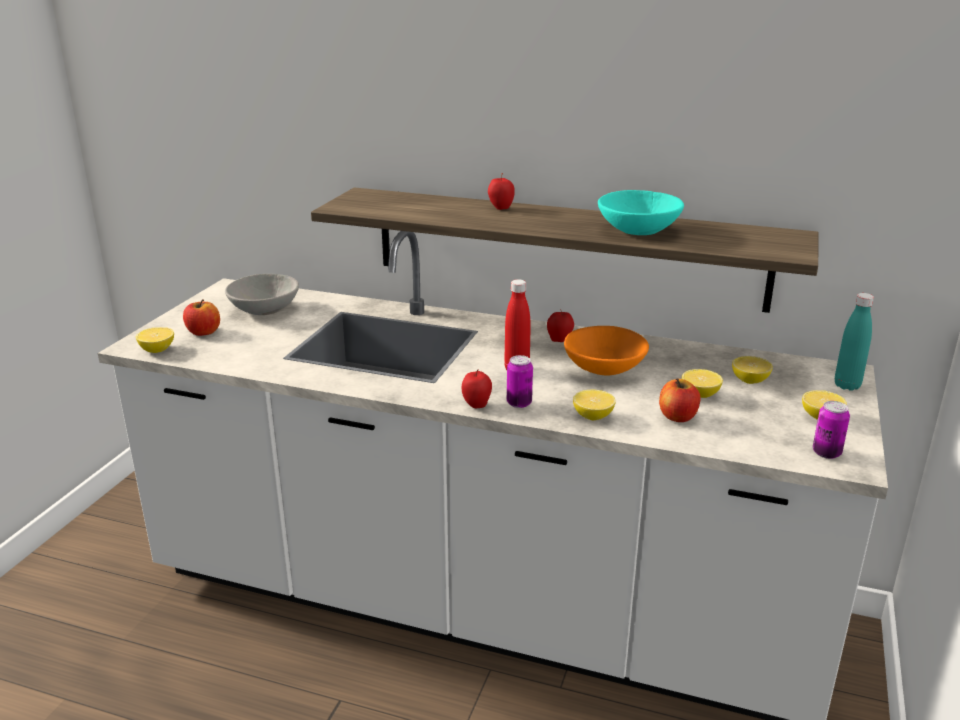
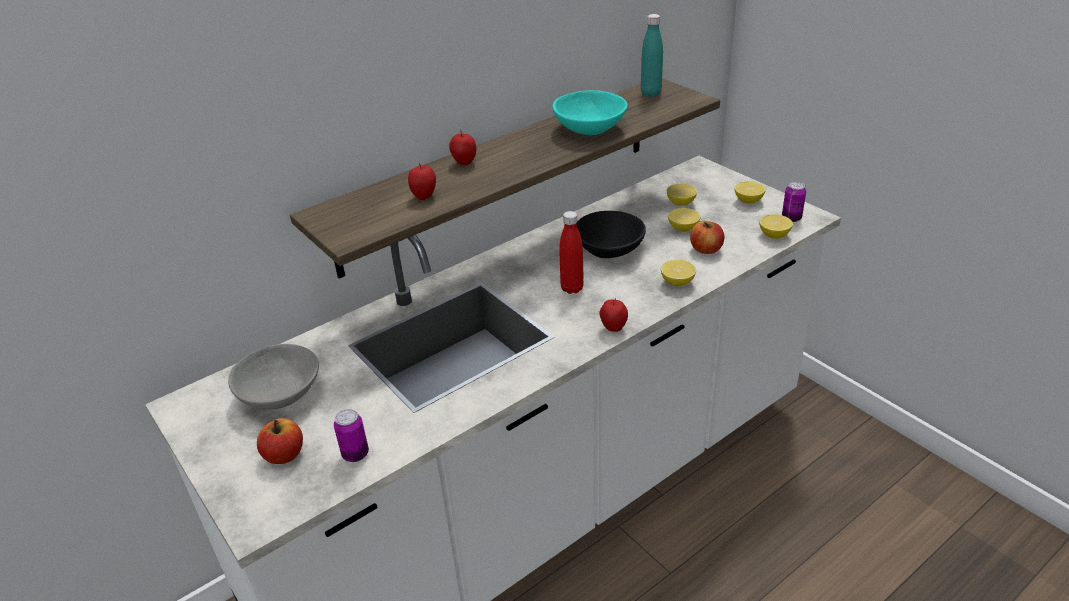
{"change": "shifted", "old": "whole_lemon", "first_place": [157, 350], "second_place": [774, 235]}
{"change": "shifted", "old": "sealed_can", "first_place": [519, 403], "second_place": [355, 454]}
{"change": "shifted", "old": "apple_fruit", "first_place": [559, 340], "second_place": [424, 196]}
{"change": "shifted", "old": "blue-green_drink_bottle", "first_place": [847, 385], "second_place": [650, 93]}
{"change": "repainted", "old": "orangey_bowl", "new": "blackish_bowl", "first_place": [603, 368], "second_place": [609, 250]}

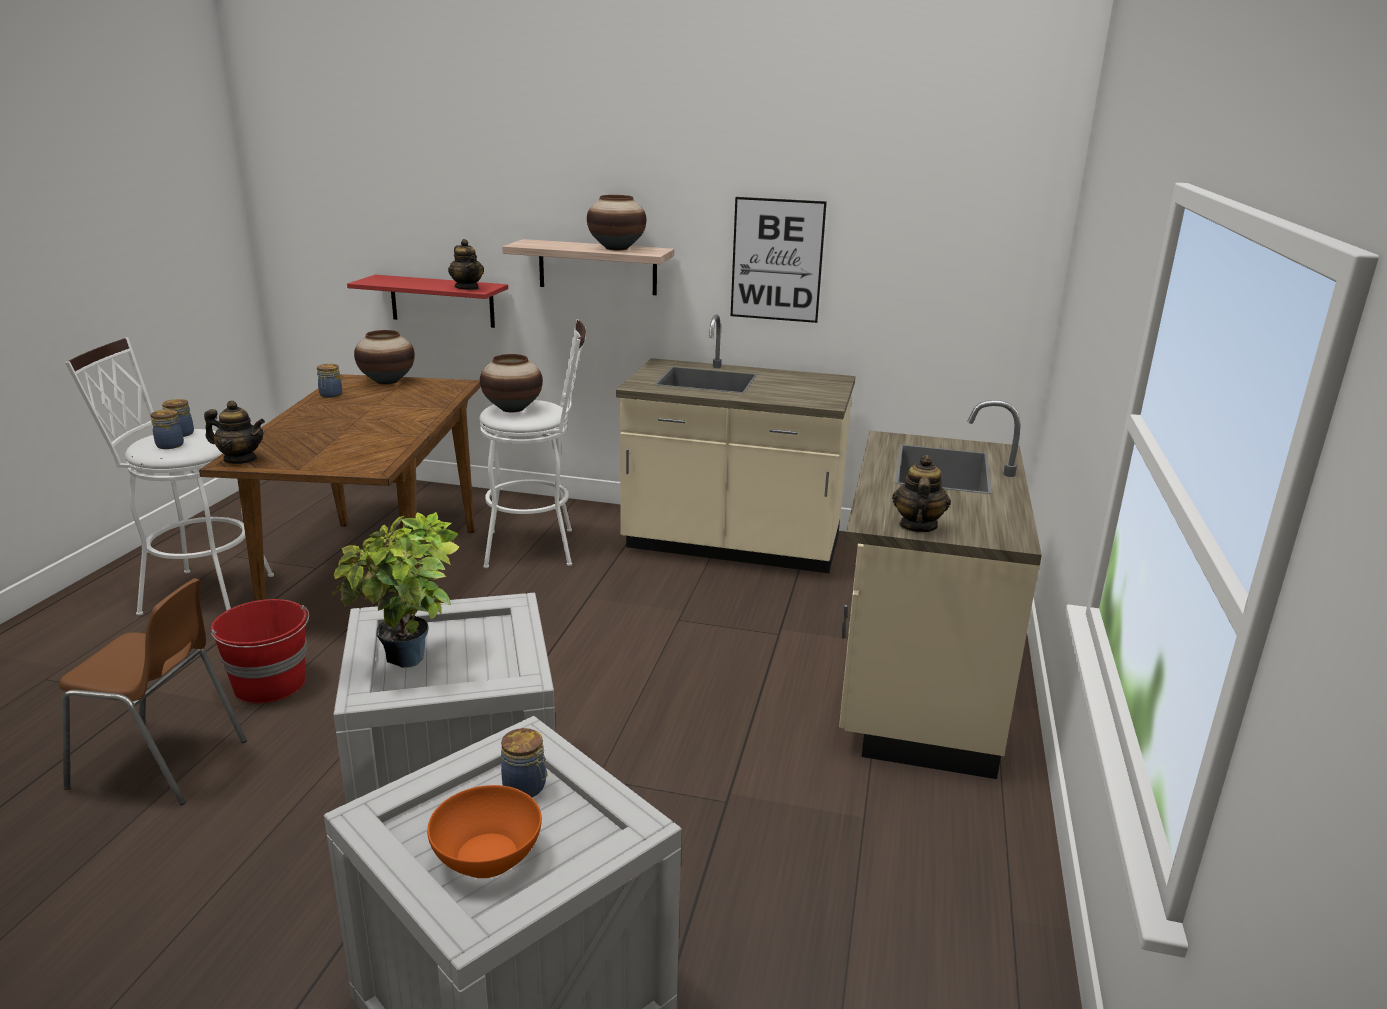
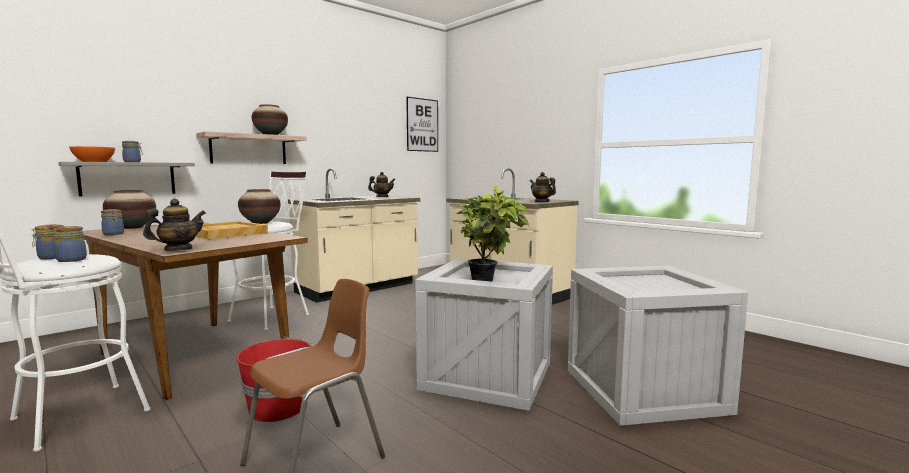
{"change": "new", "new": "beige-coloured_serving_tray", "second_place": [225, 233]}
{"change": "shifted", "old": "orangey_bowl", "first_place": [487, 856], "second_place": [94, 161]}
{"change": "shifted", "old": "teapot", "first_place": [467, 288], "second_place": [382, 197]}
{"change": "shifted", "old": "storage_jar", "first_place": [526, 788], "second_place": [133, 162]}
{"change": "shifted", "old": "wall_picture", "first_place": [777, 260], "second_place": [422, 125]}
{"change": "repainted", "old": "red_shelf", "new": "gray_shelf", "first_place": [442, 301], "second_place": [128, 178]}

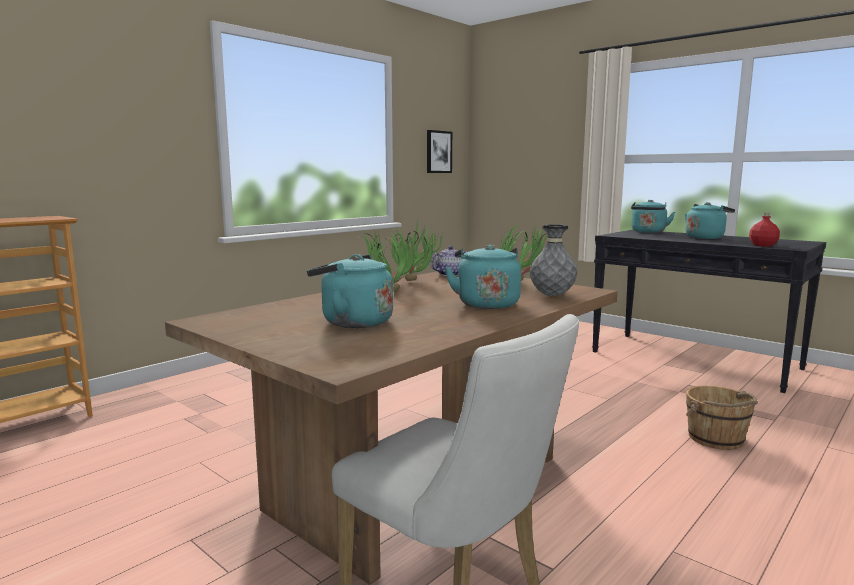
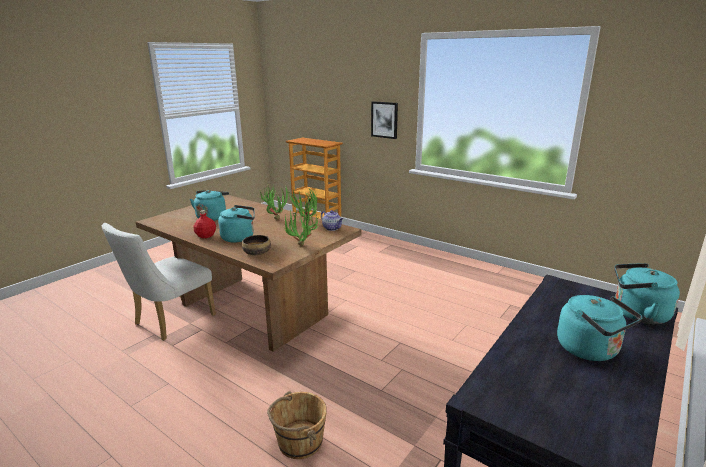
{"change": "shifted", "old": "wall_picture", "first_place": [438, 152], "second_place": [384, 120]}
{"change": "shifted", "old": "red_drink_bottle", "first_place": [763, 245], "second_place": [205, 236]}
{"change": "swapped", "old": "gray_vase", "new": "bowl", "first_place": [552, 295], "second_place": [257, 253]}

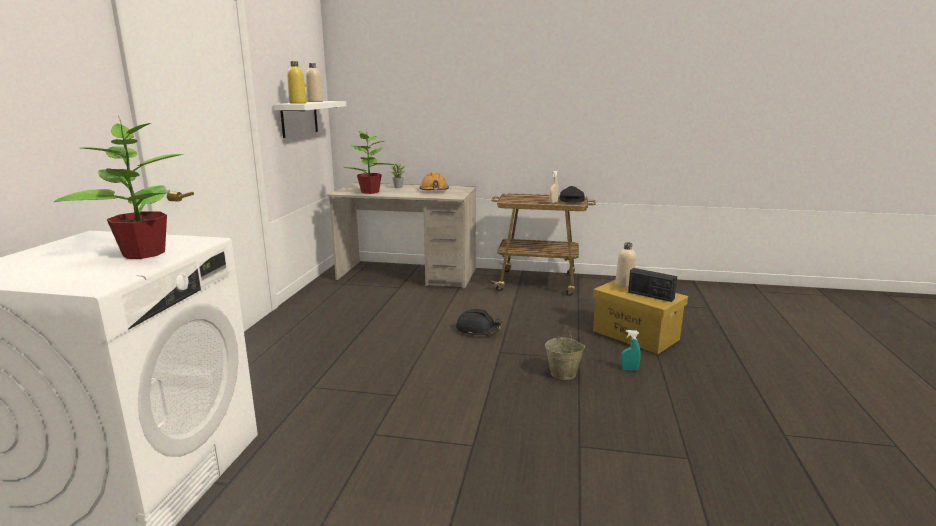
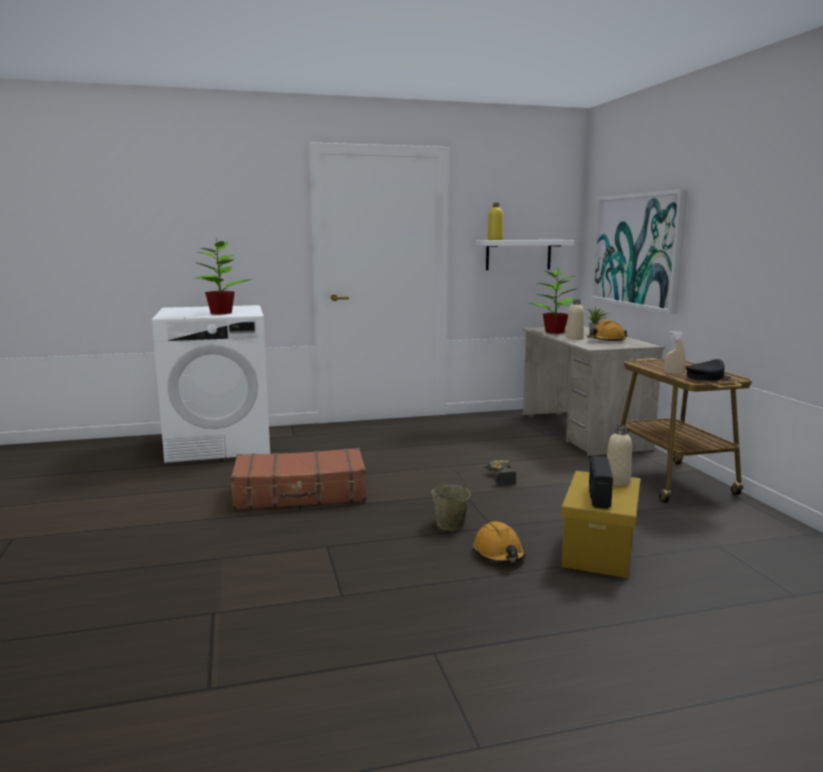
{"change": "new", "new": "brownish_travel_case", "second_place": [300, 493]}
{"change": "new", "new": "wall_picture", "second_place": [636, 250]}
{"change": "shifted", "old": "beige-coloured_drink_bottle", "first_place": [315, 101], "second_place": [574, 338]}
{"change": "swapped", "old": "blackish_work_helmet", "new": "drill", "first_place": [478, 330], "second_place": [497, 478]}
{"change": "swapped", "old": "blue-green_spray_bottle", "new": "orangey_work_helmet", "first_place": [629, 369], "second_place": [499, 554]}

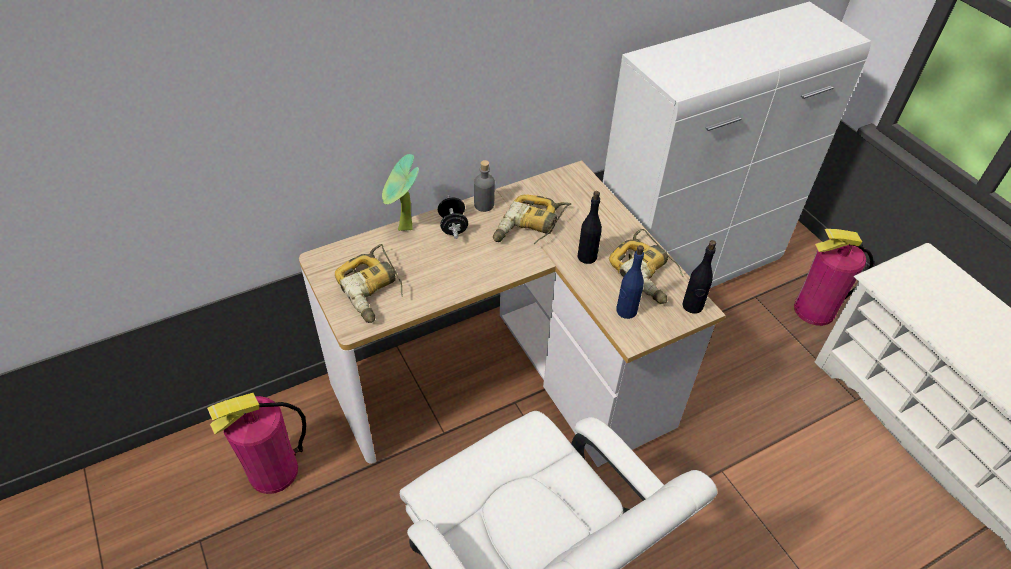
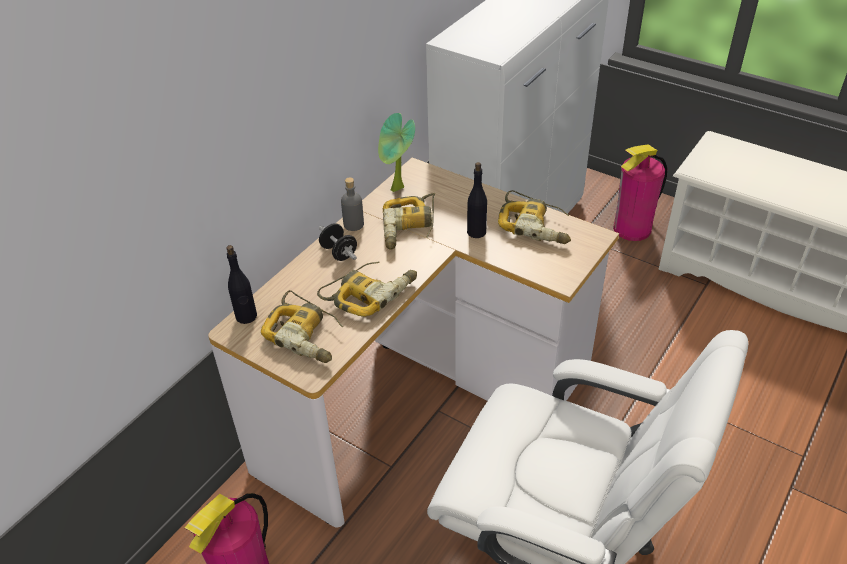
{"change": "gone", "old": "bluish_drink_bottle", "first_place": [626, 311]}
{"change": "new", "new": "drill", "second_place": [370, 293]}
{"change": "shifted", "old": "plant_in_a_pot", "first_place": [404, 230], "second_place": [397, 190]}
{"change": "shifted", "old": "blackish_drink_bottle", "first_place": [692, 306], "second_place": [246, 316]}

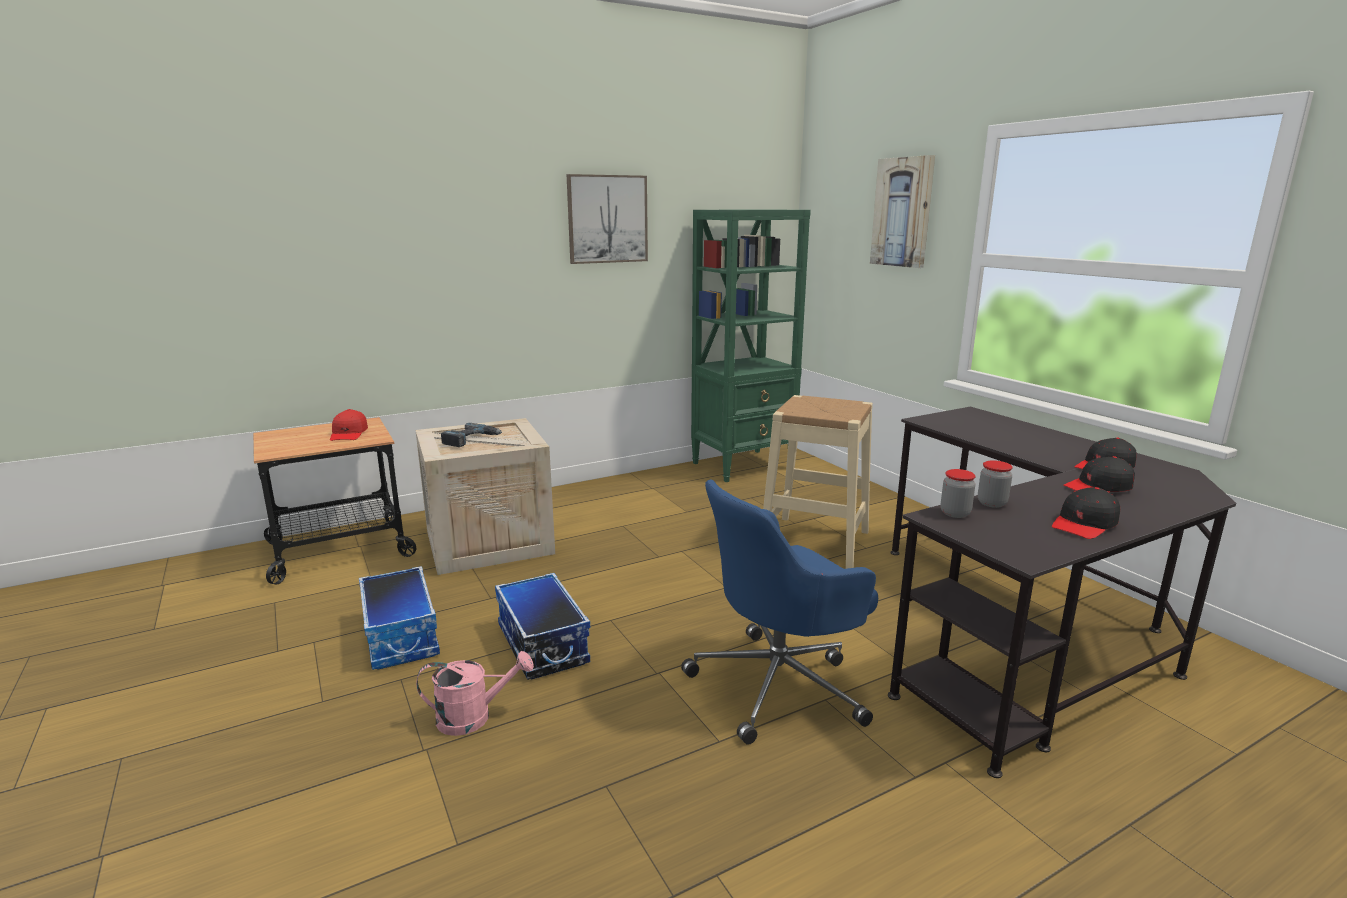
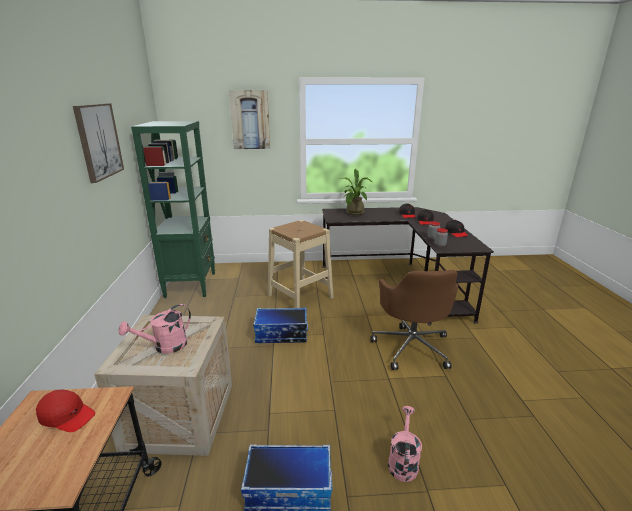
{"change": "new", "new": "plant_in_a_pot", "second_place": [354, 213]}
{"change": "shifted", "old": "storage_container", "first_place": [541, 644], "second_place": [281, 335]}
{"change": "swapped", "old": "drill", "new": "pink_sprinkling_can", "first_place": [471, 439], "second_place": [165, 347]}
{"change": "repainted", "old": "bluish_desk_chair", "new": "brownish_desk_chair", "first_place": [780, 684], "second_place": [412, 346]}

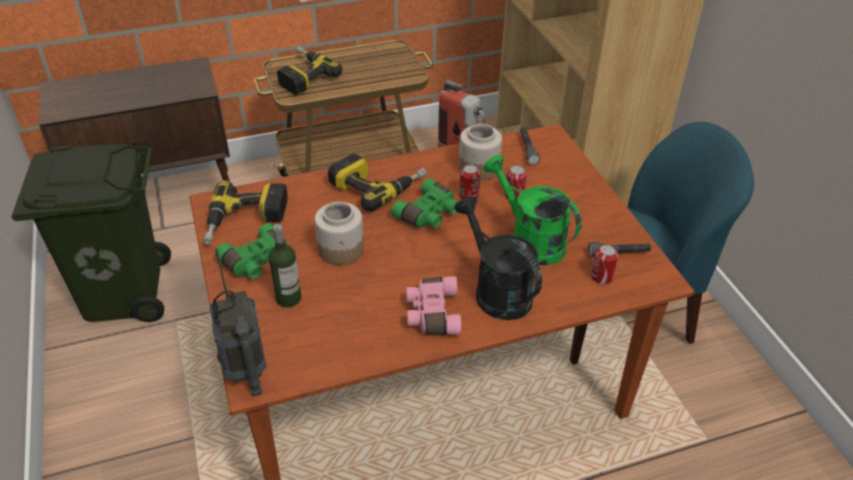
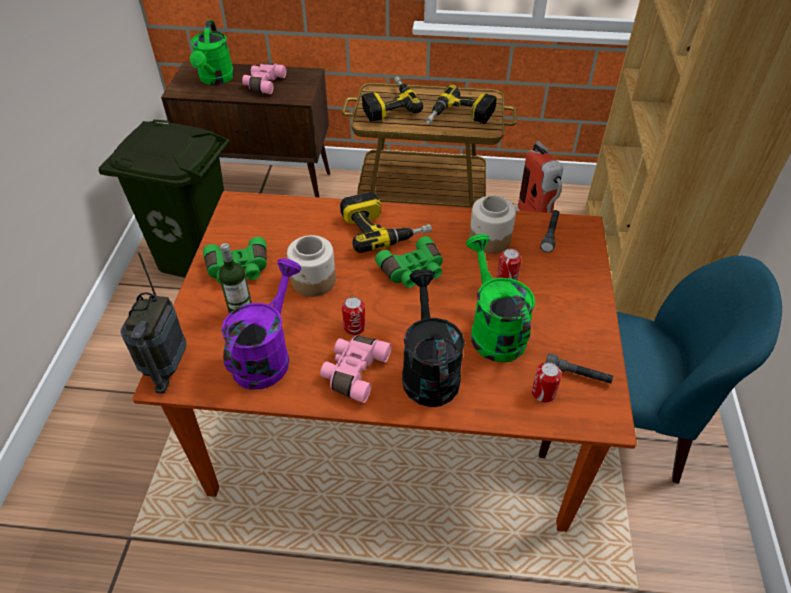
{"change": "new", "new": "greenish_sprinkling_can", "second_place": [215, 79]}
{"change": "new", "new": "purple_sprinkling_can", "second_place": [266, 355]}
{"change": "new", "new": "pink_field_glasses", "second_place": [263, 84]}
{"change": "shifted", "old": "drill", "first_place": [246, 222], "second_place": [459, 117]}
{"change": "shifted", "old": "sealed_can", "first_place": [468, 195], "second_place": [354, 327]}

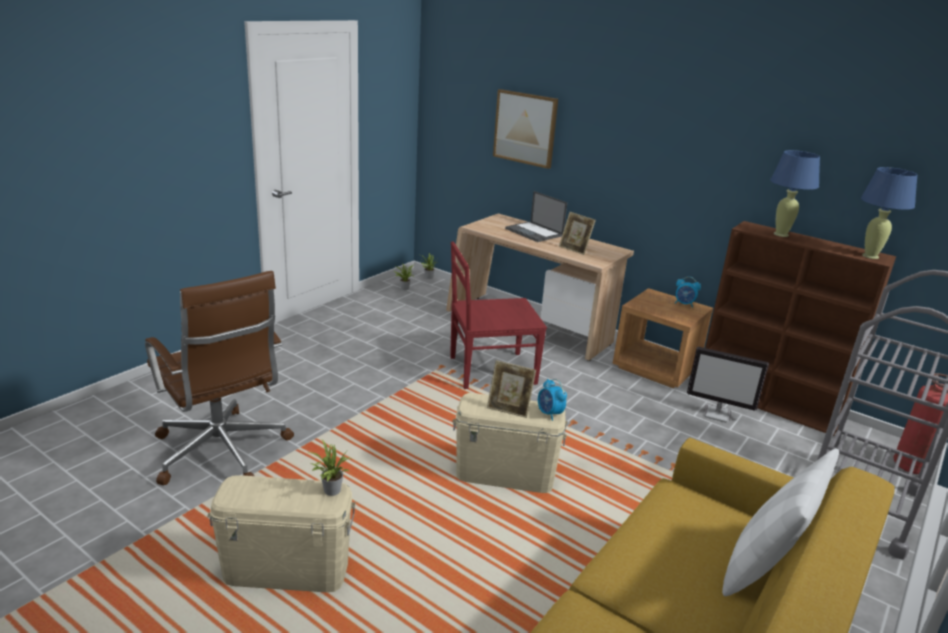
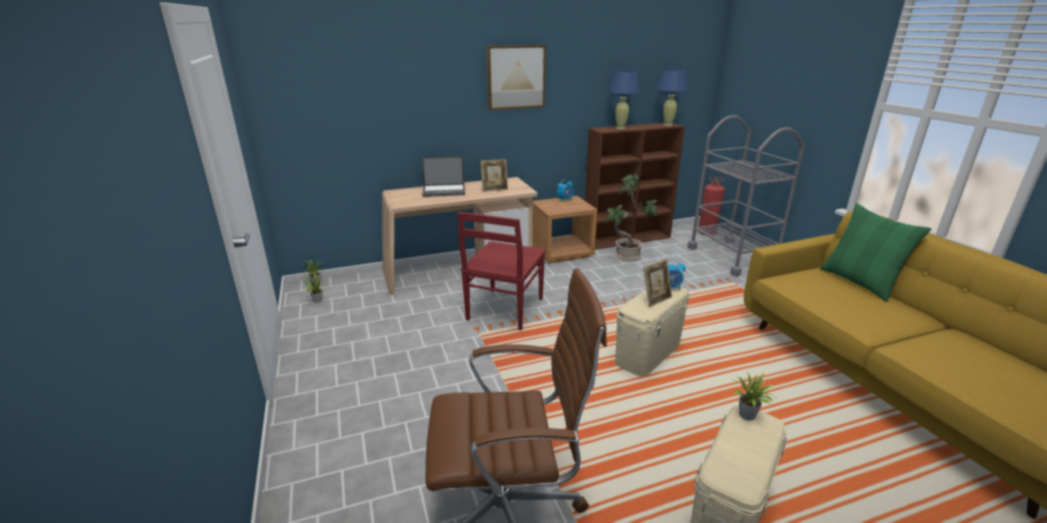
{"change": "shifted", "old": "wall_picture", "first_place": [525, 128], "second_place": [516, 77]}
{"change": "swapped", "old": "computer_display", "new": "plant_in_a_pot", "first_place": [717, 414], "second_place": [628, 256]}
{"change": "repainted", "old": "white_pillow", "new": "greenish_pillow", "first_place": [764, 567], "second_place": [859, 282]}

